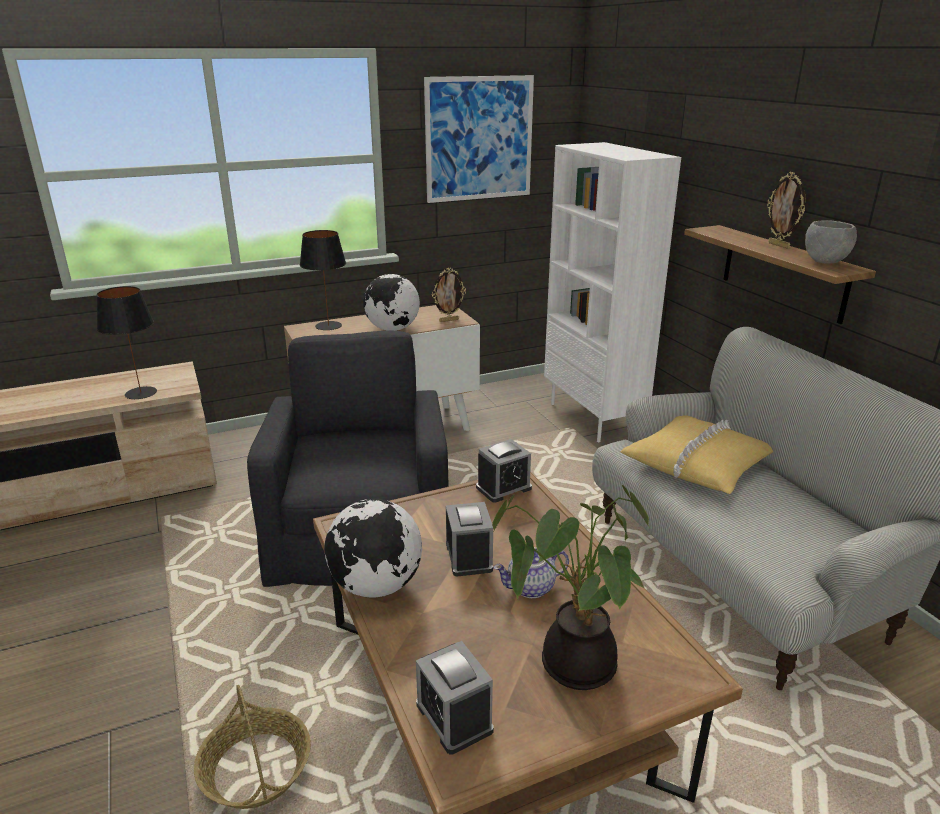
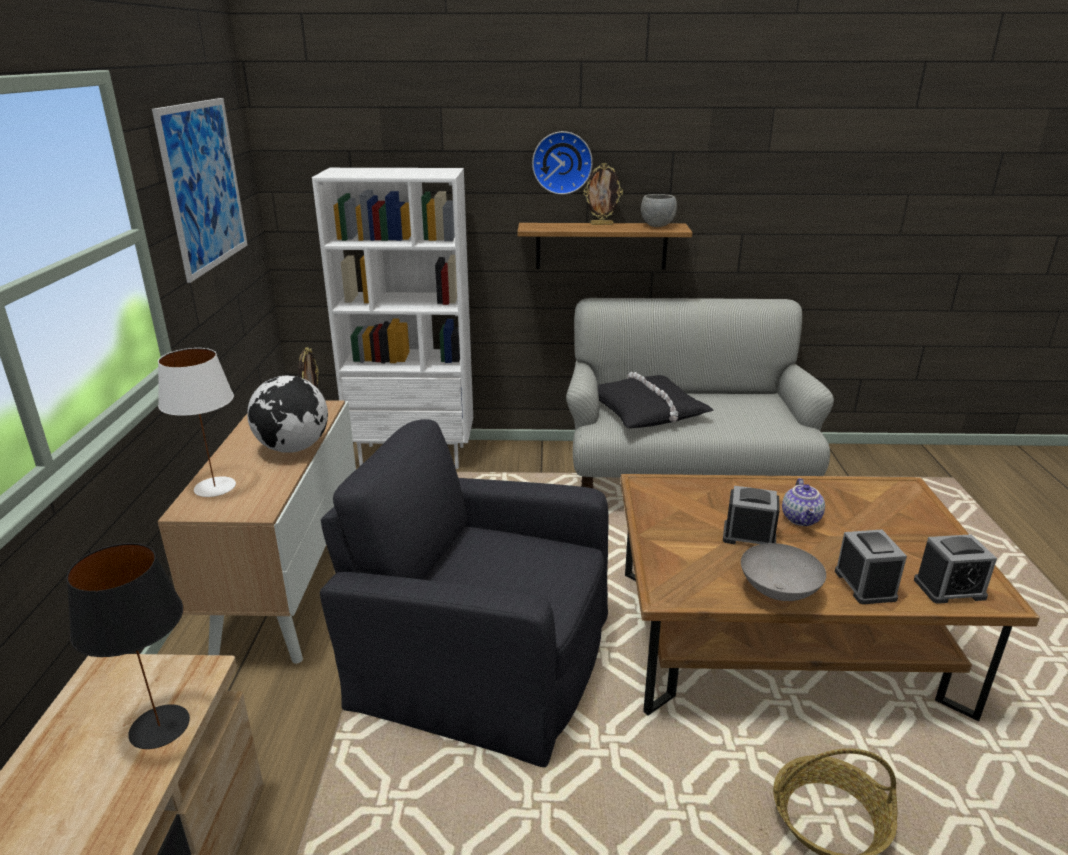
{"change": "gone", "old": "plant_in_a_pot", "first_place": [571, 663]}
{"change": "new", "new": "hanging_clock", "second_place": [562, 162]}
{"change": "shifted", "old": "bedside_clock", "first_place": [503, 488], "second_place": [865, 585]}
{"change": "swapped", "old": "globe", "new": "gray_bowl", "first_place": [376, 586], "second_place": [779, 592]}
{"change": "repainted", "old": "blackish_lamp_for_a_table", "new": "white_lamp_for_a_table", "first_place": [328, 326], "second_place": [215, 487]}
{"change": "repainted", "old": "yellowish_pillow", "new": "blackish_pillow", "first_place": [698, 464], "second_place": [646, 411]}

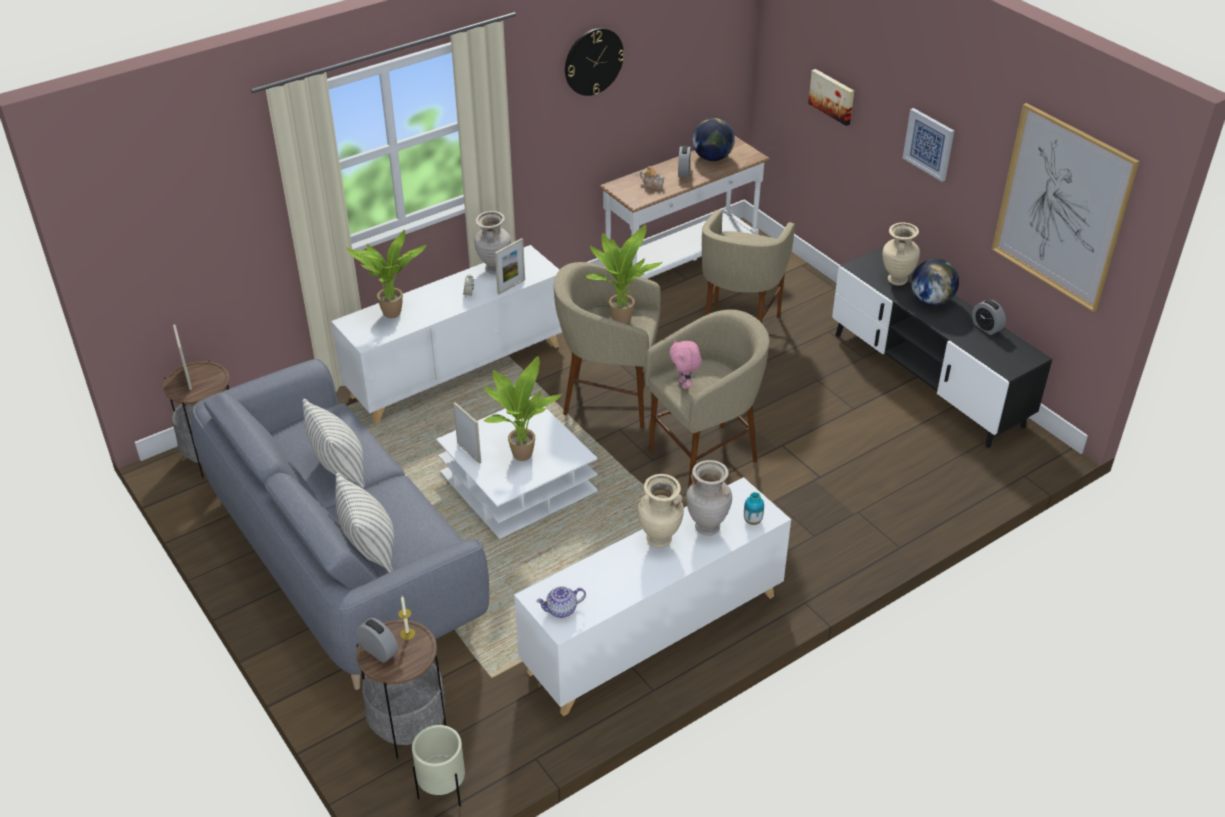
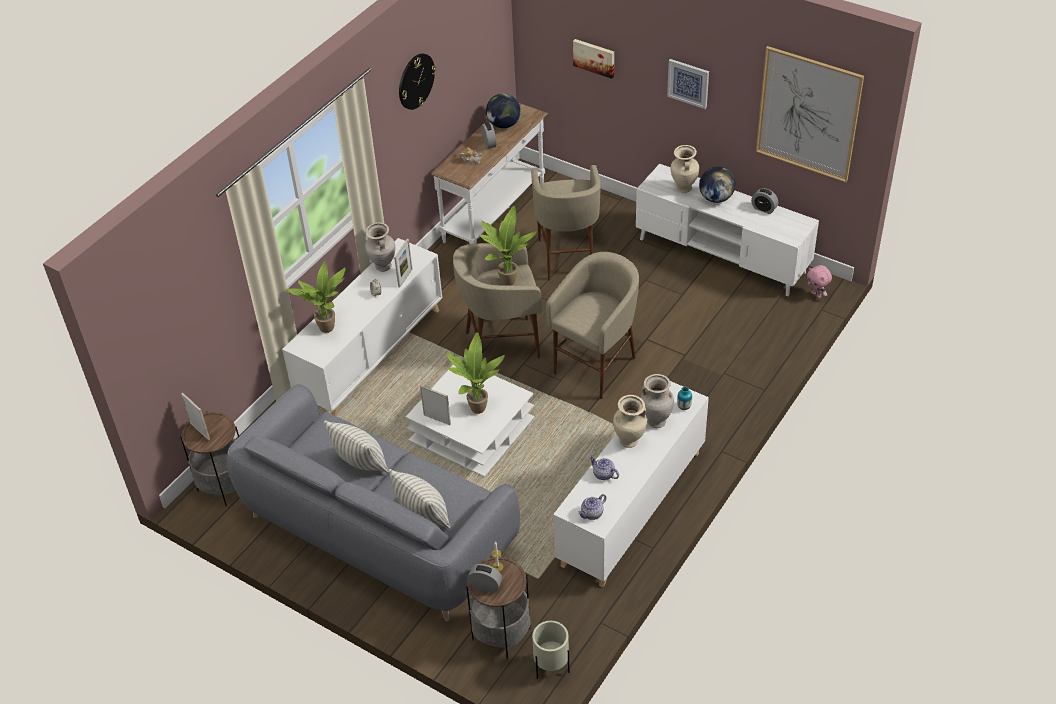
{"change": "new", "new": "teapot", "second_place": [603, 474]}
{"change": "shifted", "old": "pink_cuddly_toy", "first_place": [684, 384], "second_place": [816, 295]}
{"change": "repainted", "old": "blackish_media_console", "new": "white_media_console", "first_place": [927, 379], "second_place": [721, 255]}

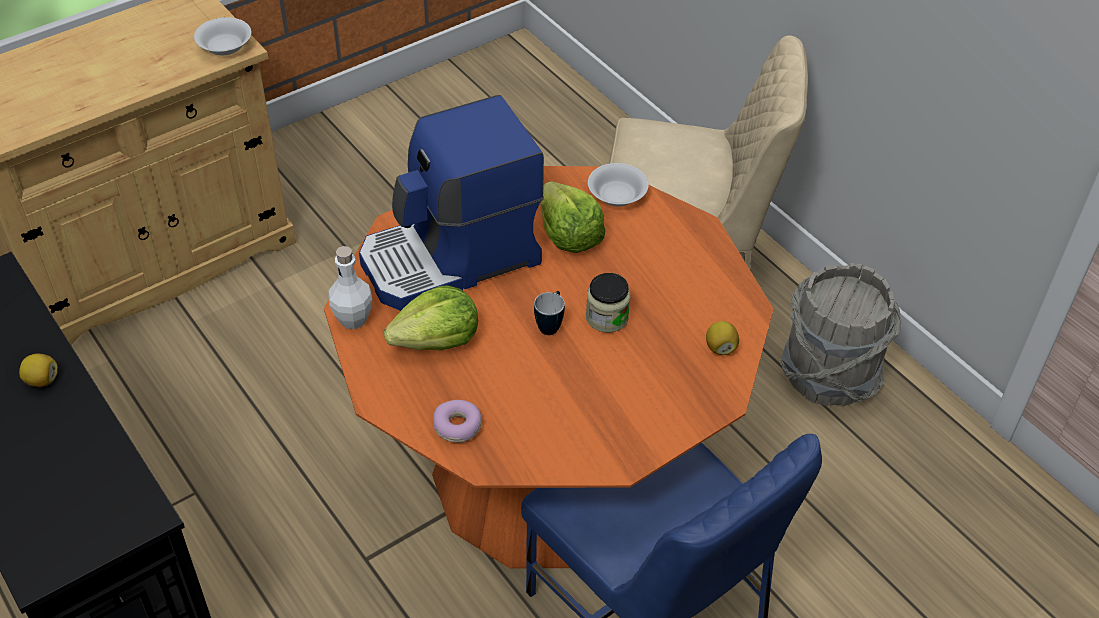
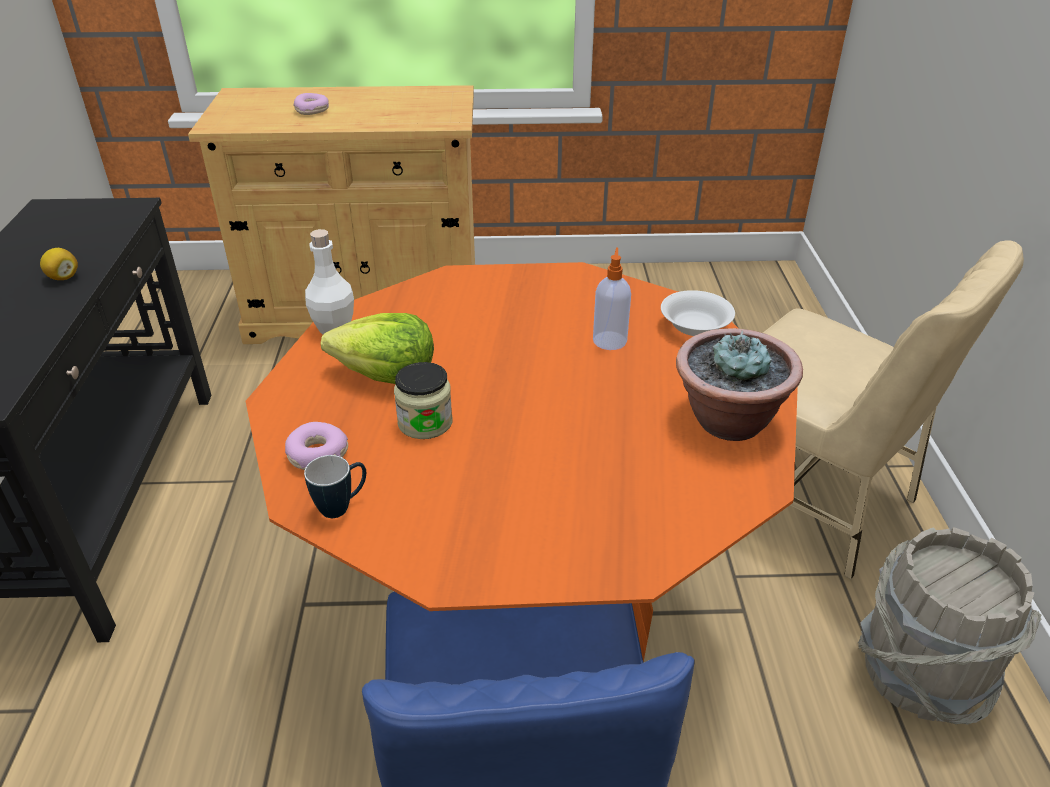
{"change": "gone", "old": "white_bowl", "first_place": [226, 46]}
{"change": "gone", "old": "coffee_machine", "first_place": [451, 259]}
{"change": "gone", "old": "whole_lemon", "first_place": [720, 348]}
{"change": "new", "new": "donut", "second_place": [312, 110]}
{"change": "new", "new": "plant_in_a_pot", "second_place": [728, 421]}
{"change": "shifted", "old": "tea_mug", "first_place": [550, 325], "second_place": [342, 506]}
{"change": "shifted", "old": "storage_jar", "first_place": [607, 317], "second_place": [425, 422]}
{"change": "swapped", "old": "lettuce_head", "new": "liquid_soap_bottle", "first_place": [568, 235], "second_place": [609, 340]}

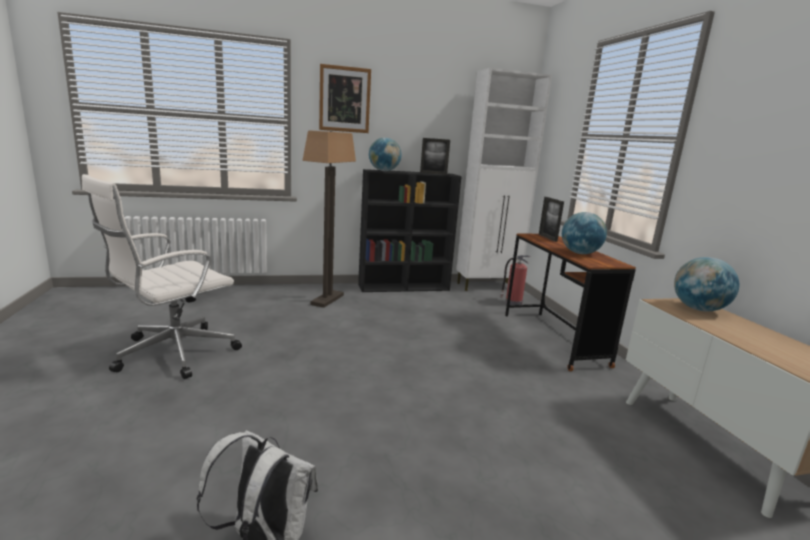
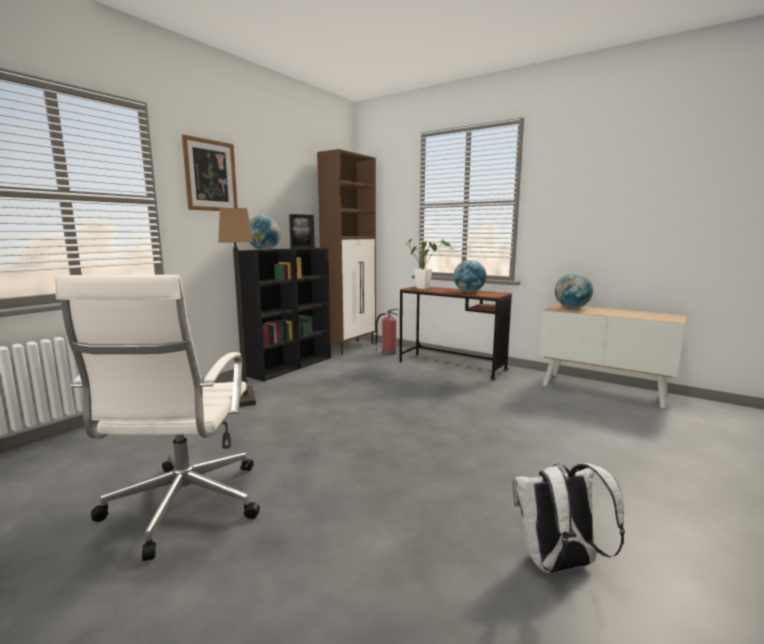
{"change": "swapped", "old": "picture_frame", "new": "plant_in_a_pot", "first_place": [547, 238], "second_place": [424, 288]}
{"change": "repainted", "old": "white_storage_cabinet", "new": "brownish_storage_cabinet", "first_place": [487, 286], "second_place": [350, 347]}

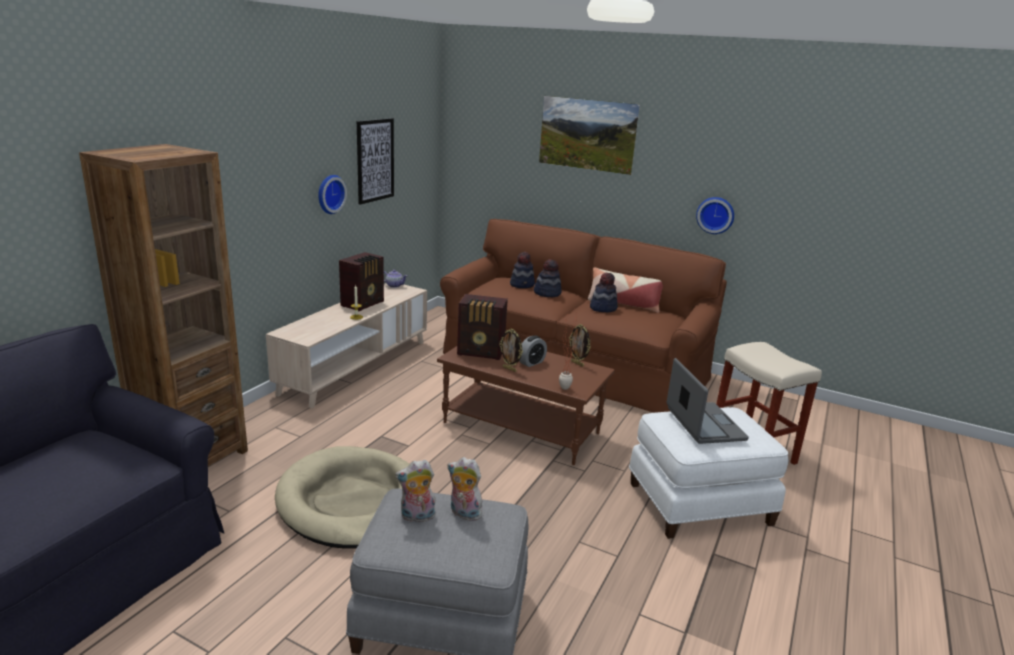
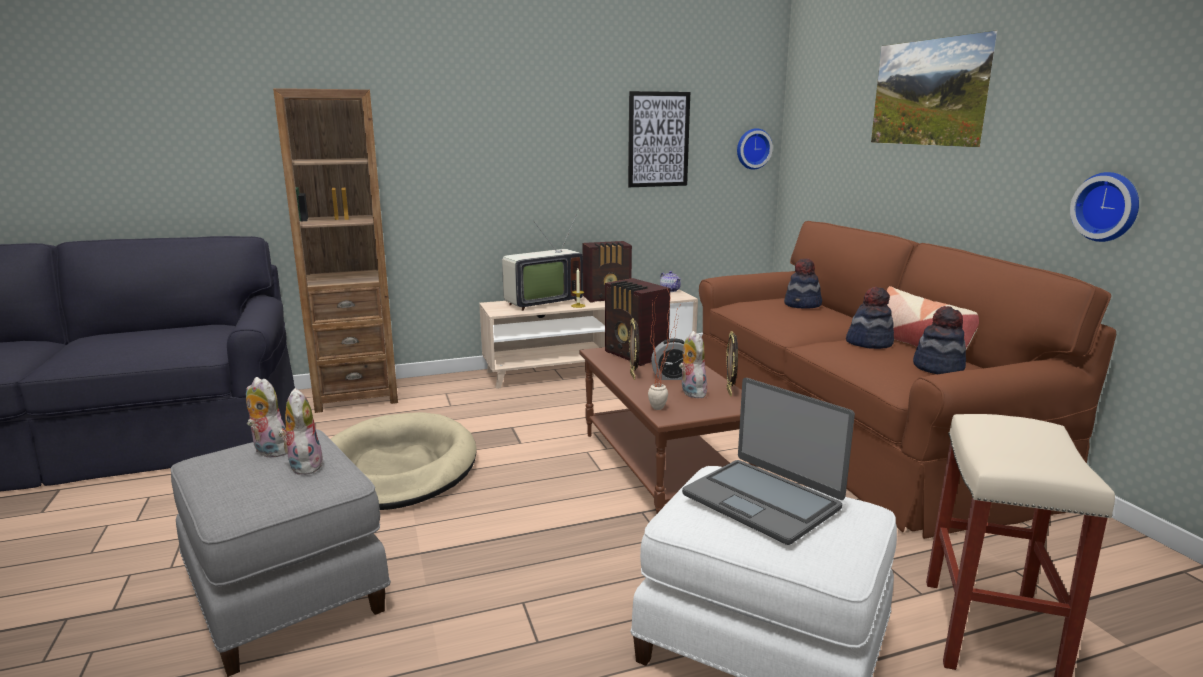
{"change": "new", "new": "television", "second_place": [540, 302]}
{"change": "new", "new": "cuddly_toy", "second_place": [691, 392]}
{"change": "shifted", "old": "hanging_clock", "first_place": [329, 194], "second_place": [752, 148]}
{"change": "shifted", "old": "hat", "first_place": [547, 293], "second_place": [938, 367]}
{"change": "rotated", "old": "portable_computer", "first_place": [704, 424], "second_place": [762, 501], "degrees": 105}

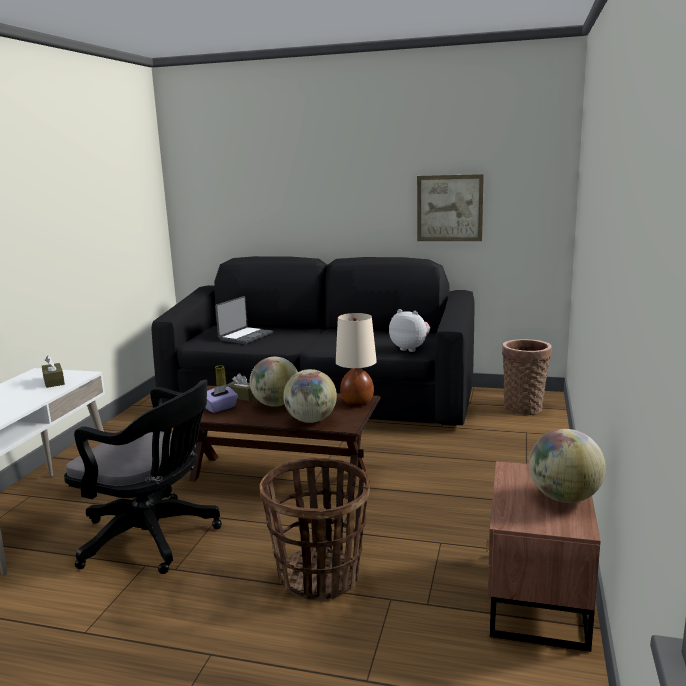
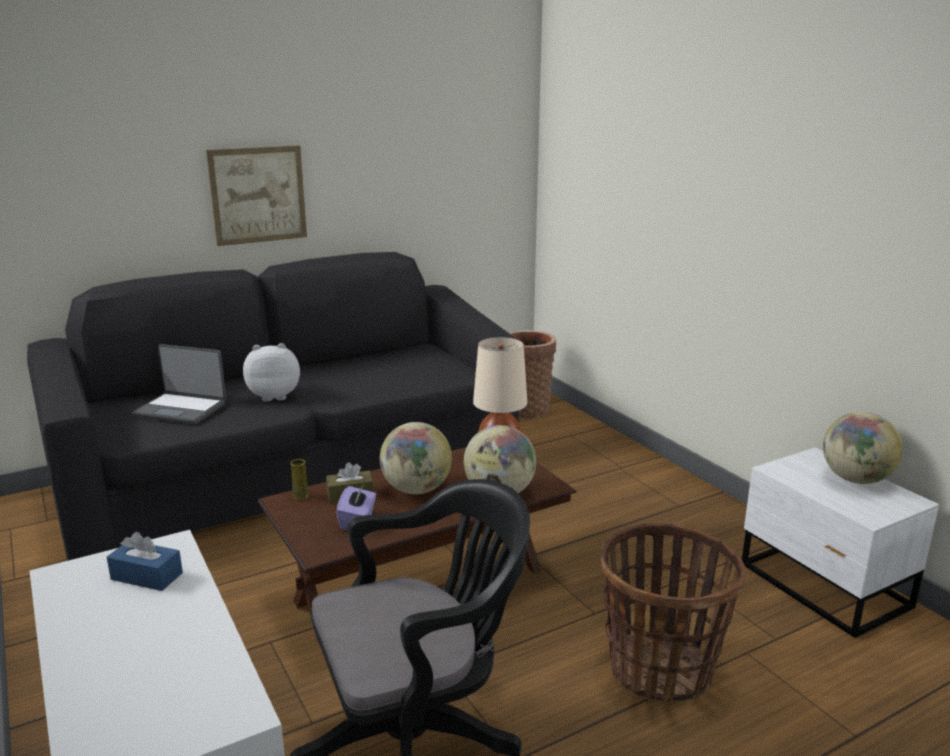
{"change": "shifted", "old": "cuddly_toy", "first_place": [410, 348], "second_place": [274, 396]}
{"change": "shifted", "old": "wall_picture", "first_place": [449, 208], "second_place": [258, 195]}
{"change": "repainted", "old": "brownish_box_of_tissues", "new": "bluish_box_of_tissues", "first_place": [54, 381], "second_place": [147, 576]}
{"change": "repainted", "old": "brownish_night_table", "new": "white_night_table", "first_place": [534, 598], "second_place": [824, 587]}
{"change": "rotated", "old": "portable_computer", "first_place": [245, 336], "second_place": [181, 409], "degrees": 120}

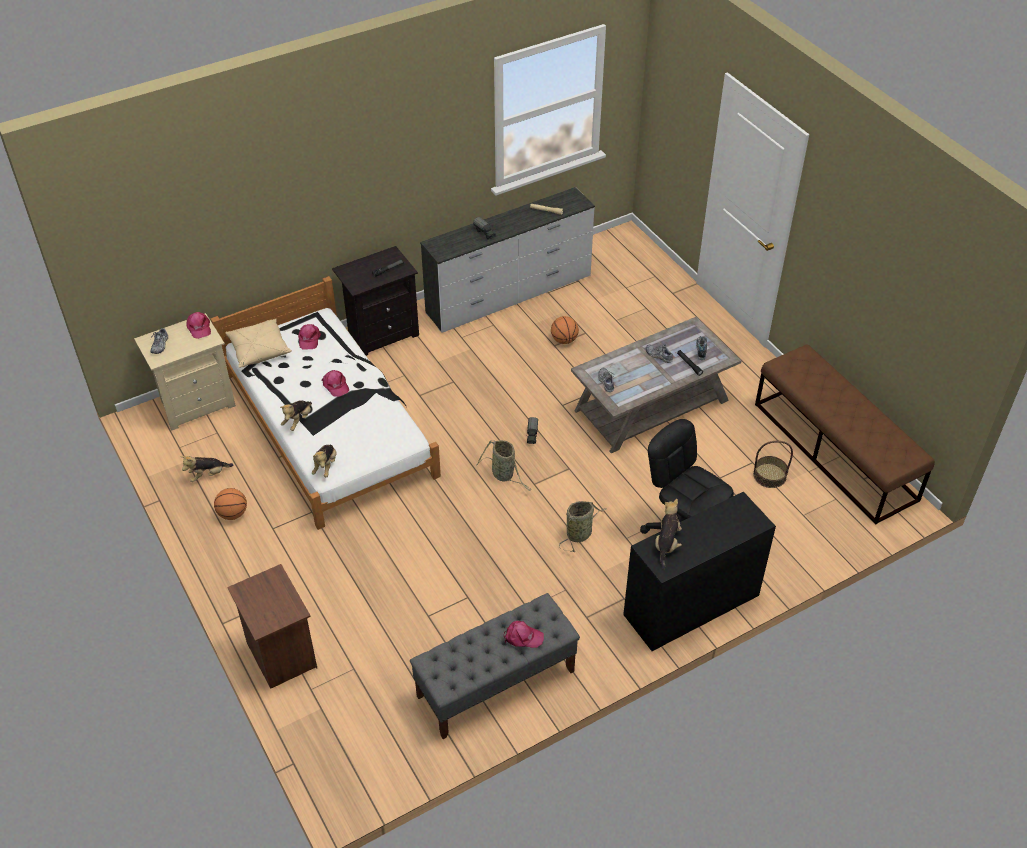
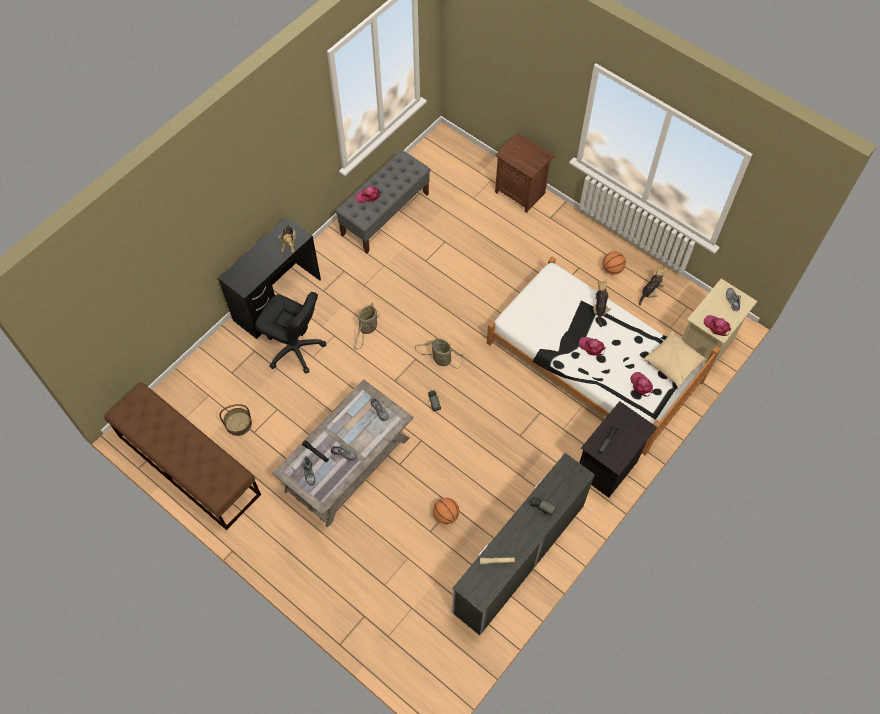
{"change": "gone", "old": "cuddly_toy", "first_place": [325, 466]}

